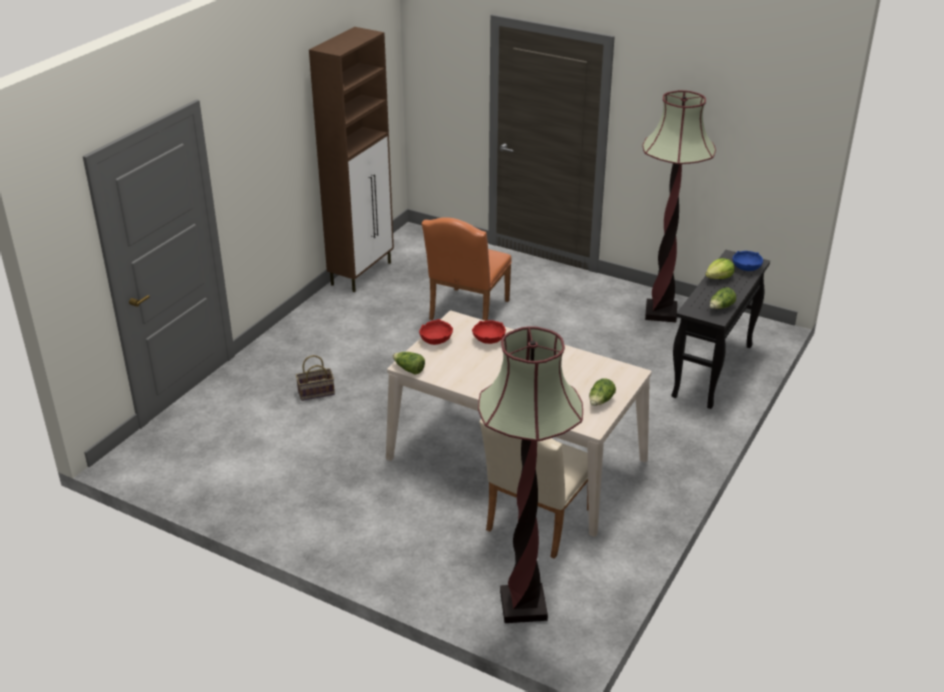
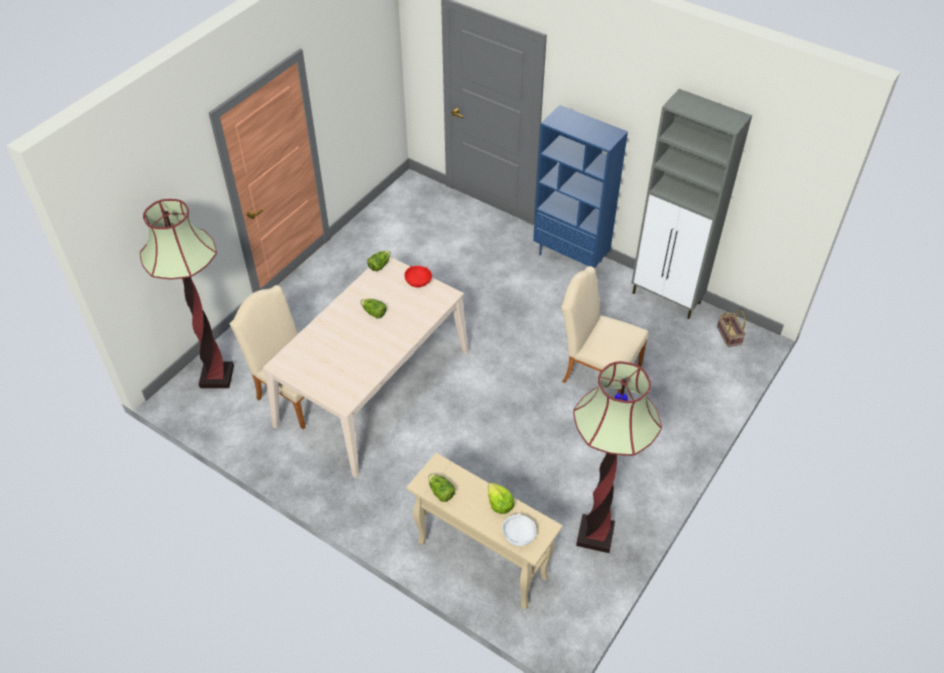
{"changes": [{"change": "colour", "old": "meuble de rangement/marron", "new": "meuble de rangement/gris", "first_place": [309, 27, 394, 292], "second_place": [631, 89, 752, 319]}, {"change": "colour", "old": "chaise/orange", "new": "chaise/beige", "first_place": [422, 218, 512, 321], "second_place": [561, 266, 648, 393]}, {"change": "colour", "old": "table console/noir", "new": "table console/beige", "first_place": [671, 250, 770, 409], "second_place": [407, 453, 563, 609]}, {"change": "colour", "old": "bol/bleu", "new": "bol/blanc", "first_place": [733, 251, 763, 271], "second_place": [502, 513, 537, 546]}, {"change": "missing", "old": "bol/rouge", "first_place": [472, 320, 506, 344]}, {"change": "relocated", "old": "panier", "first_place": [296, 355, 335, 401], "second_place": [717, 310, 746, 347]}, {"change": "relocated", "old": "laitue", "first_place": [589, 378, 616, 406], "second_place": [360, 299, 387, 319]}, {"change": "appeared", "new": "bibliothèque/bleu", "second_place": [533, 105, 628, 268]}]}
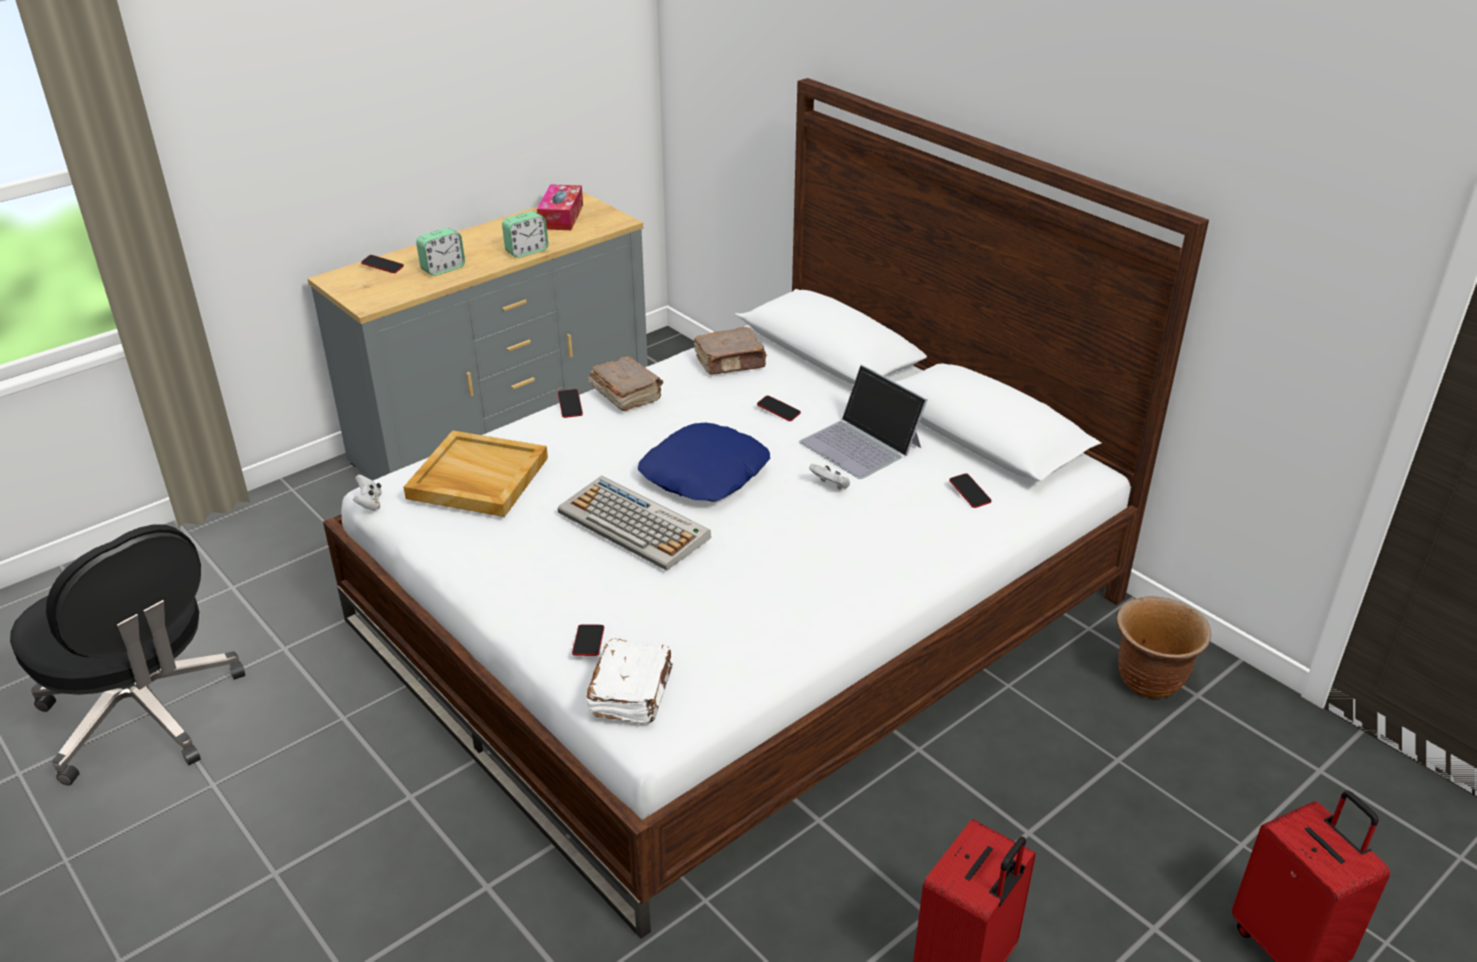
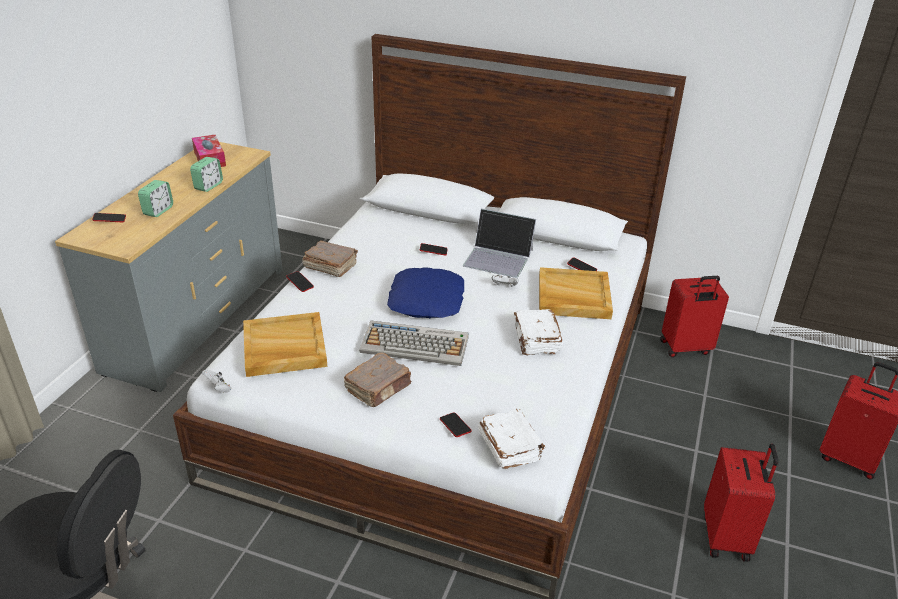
{"changes": [{"change": "relocated", "old": "livre/marron", "first_place": [694, 327, 767, 375], "second_place": [344, 353, 411, 407]}, {"change": "exchanged", "old": "cache-pot/marron", "new": "valise/rouge", "first_place": [1117, 596, 1211, 698], "second_place": [660, 276, 729, 357]}, {"change": "appeared", "new": "plateau/beige", "second_place": [539, 267, 613, 319]}, {"change": "appeared", "new": "livre/blanc", "second_place": [514, 309, 563, 355]}]}
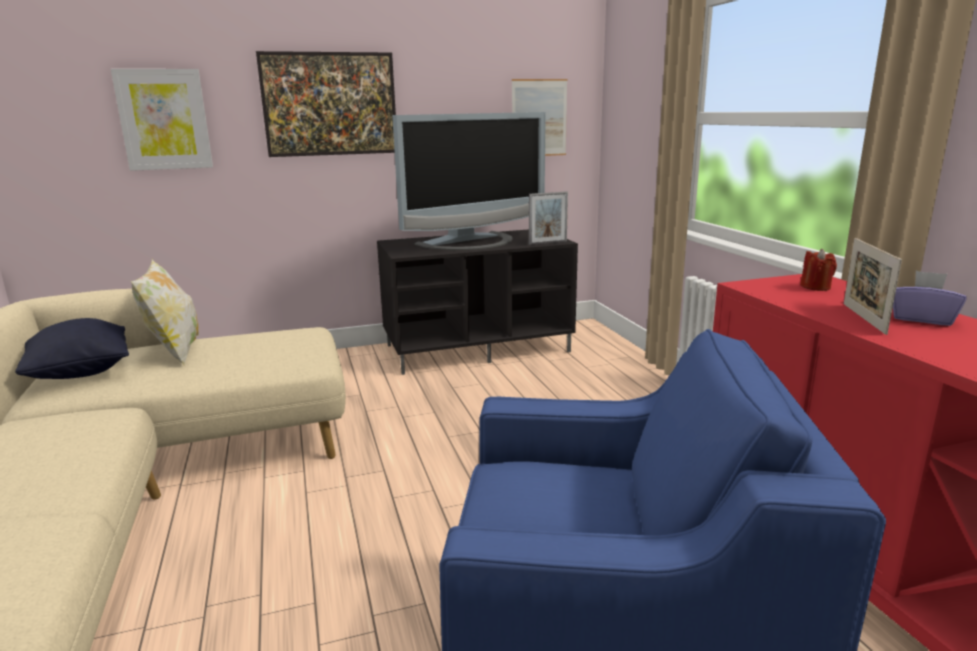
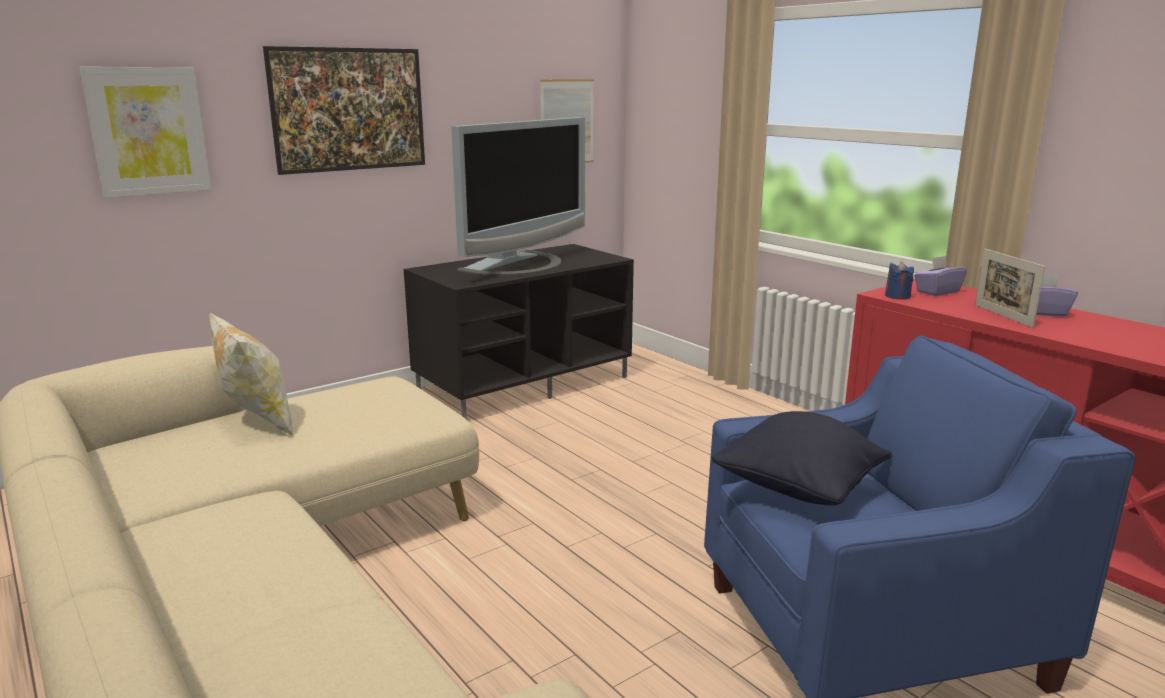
{"changes": [{"change": "missing", "old": "cadre photo", "first_place": [529, 191, 568, 245]}, {"change": "exchanged", "old": "bougie/rouge", "new": "boîte à mouchoirs/violet", "first_place": [800, 249, 837, 291], "second_place": [914, 256, 967, 296]}, {"change": "relocated", "old": "coussin/noir", "first_place": [15, 318, 129, 379], "second_place": [711, 411, 892, 505]}, {"change": "appeared", "new": "bougie/bleu", "second_place": [885, 262, 914, 300]}]}
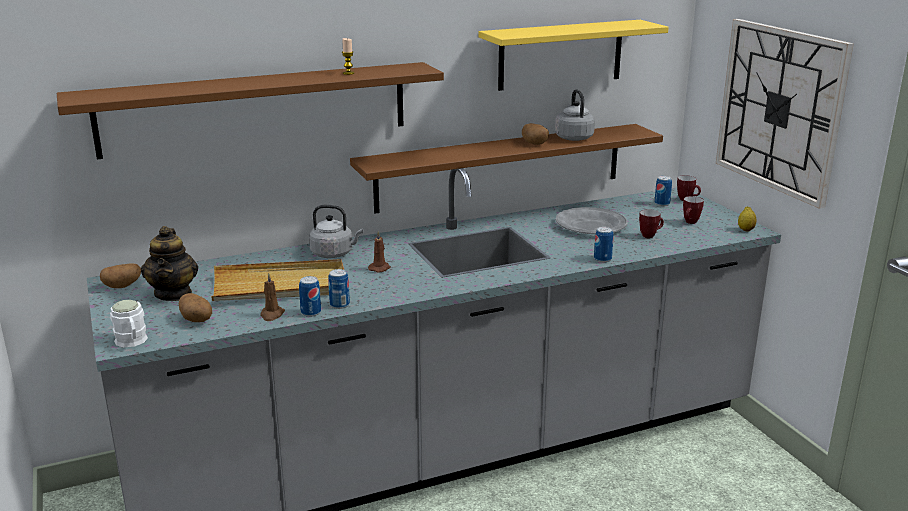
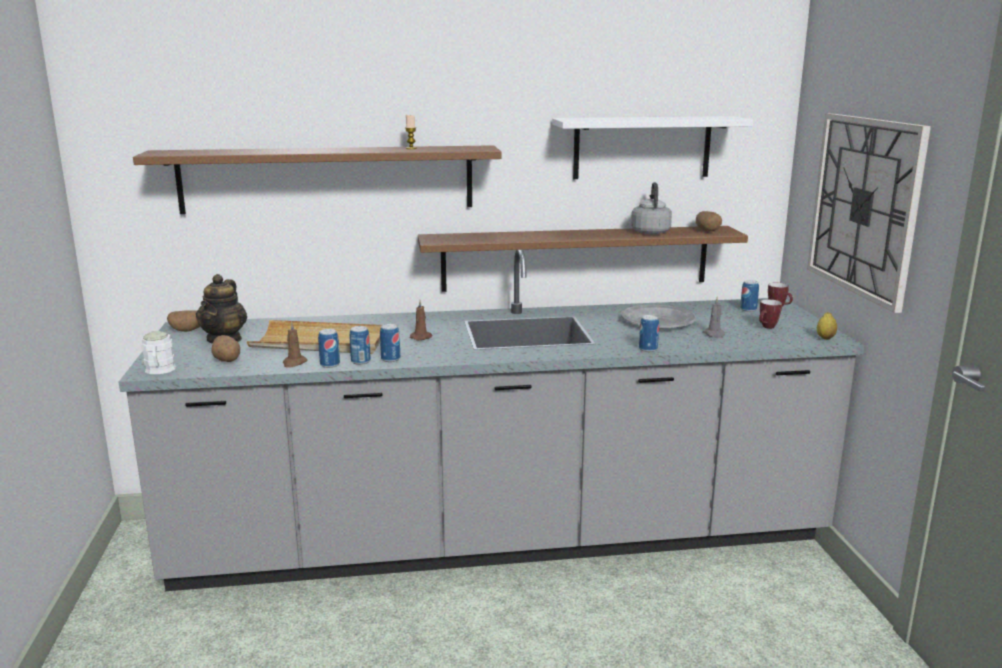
{"changes": [{"change": "colour", "old": "étagère/jaune", "new": "étagère/blanc", "first_place": [479, 20, 669, 91], "second_place": [552, 116, 753, 179]}, {"change": "relocated", "old": "pomme de terre", "first_place": [522, 123, 549, 145], "second_place": [696, 211, 722, 232]}, {"change": "missing", "old": "bouilloire/gris", "first_place": [309, 205, 363, 258]}, {"change": "exchanged", "old": "mug", "new": "bougie/gris", "first_place": [639, 210, 664, 238], "second_place": [703, 297, 725, 338]}, {"change": "appeared", "new": "boîte métallique", "second_place": [380, 324, 400, 362]}]}
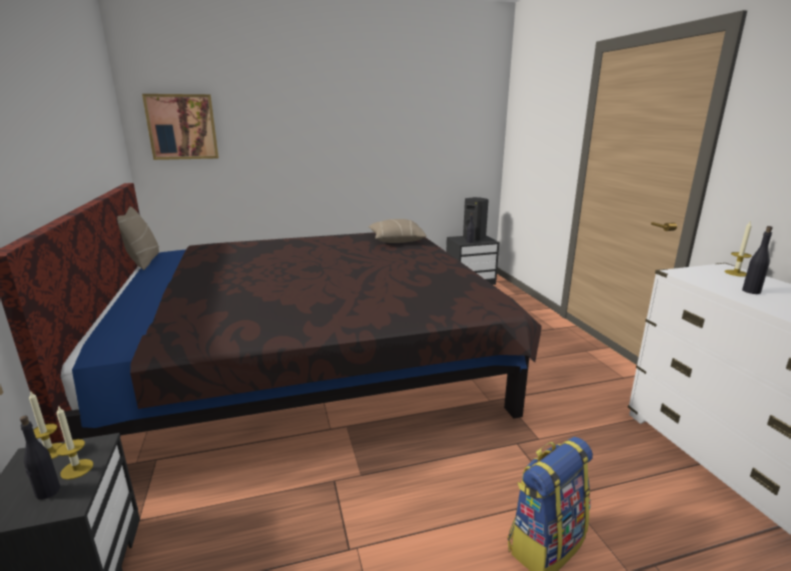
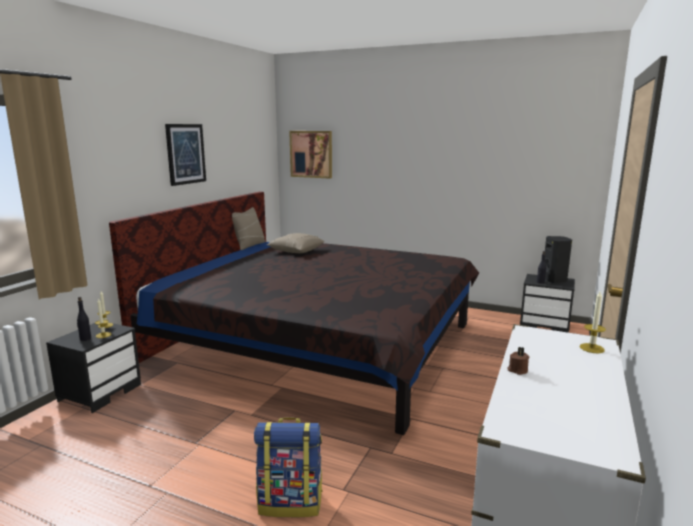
{"changes": [{"change": "relocated", "old": "coussin/beige", "first_place": [369, 219, 426, 243], "second_place": [267, 233, 325, 253]}, {"change": "missing", "old": "bouteille/noir", "first_place": [742, 226, 773, 294]}, {"change": "appeared", "new": "tableau", "second_place": [165, 124, 206, 186]}, {"change": "appeared", "new": "bougie/marron", "second_place": [507, 347, 530, 375]}]}
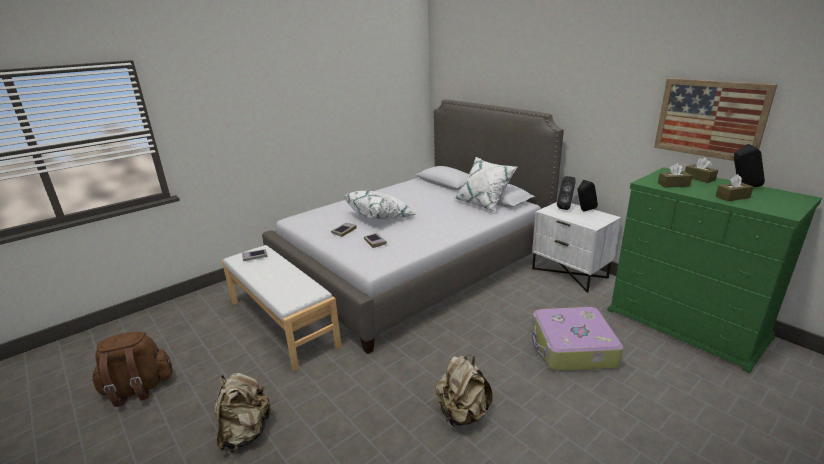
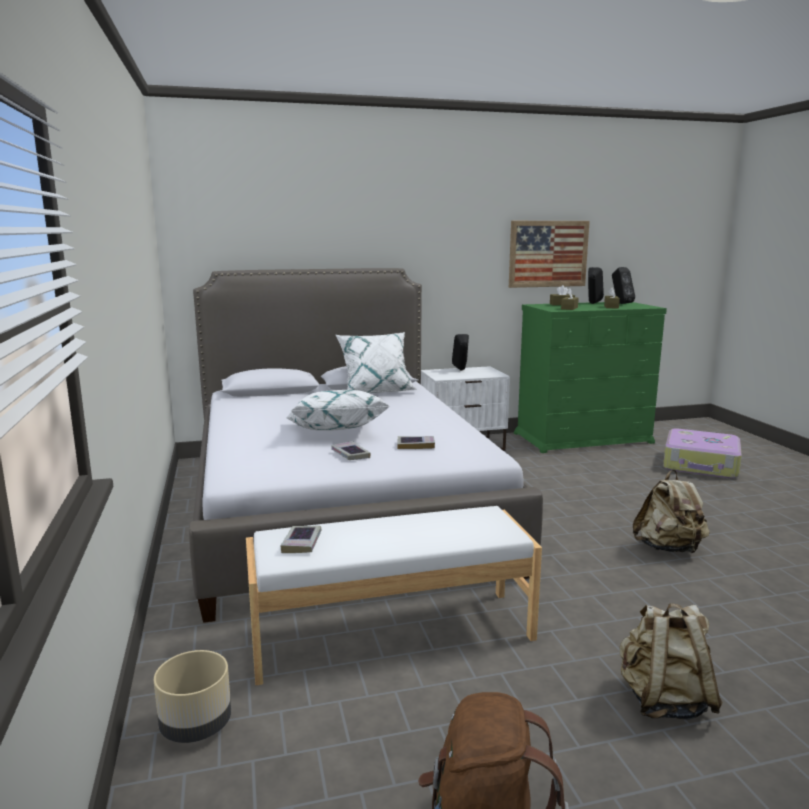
{"changes": [{"change": "relocated", "old": "enceinte/noir", "first_place": [557, 176, 576, 210], "second_place": [612, 267, 635, 304]}, {"change": "relocated", "old": "valise", "first_place": [532, 307, 623, 371], "second_place": [663, 428, 742, 479]}, {"change": "appeared", "new": "cache-pot/beige", "second_place": [154, 650, 231, 743]}]}
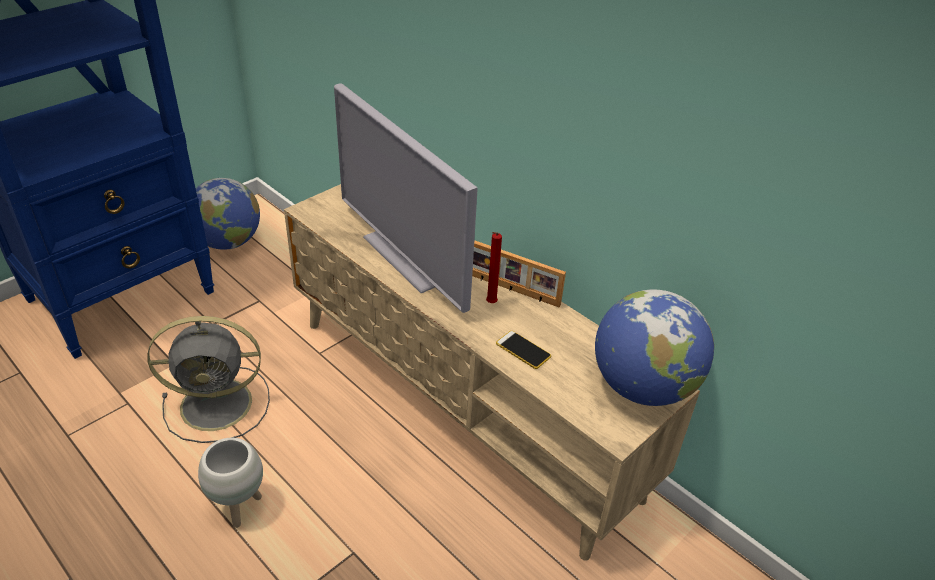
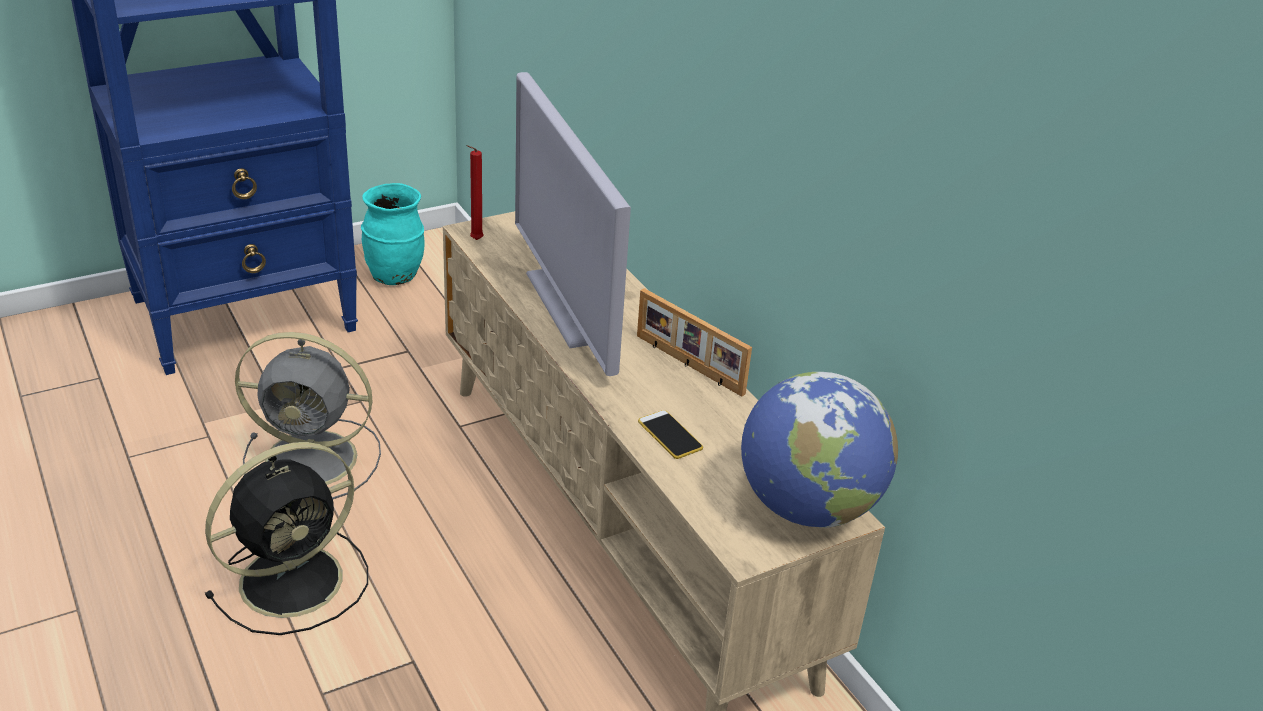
{"changes": [{"change": "exchanged", "old": "globe", "new": "vase/turquoise", "first_place": [196, 178, 260, 250], "second_place": [361, 183, 424, 285]}, {"change": "relocated", "old": "bougie/rouge", "first_place": [486, 232, 502, 303], "second_place": [466, 145, 483, 240]}, {"change": "exchanged", "old": "cache-pot/blanc", "new": "ventilateur/noir", "first_place": [198, 438, 263, 528], "second_place": [205, 442, 368, 635]}]}
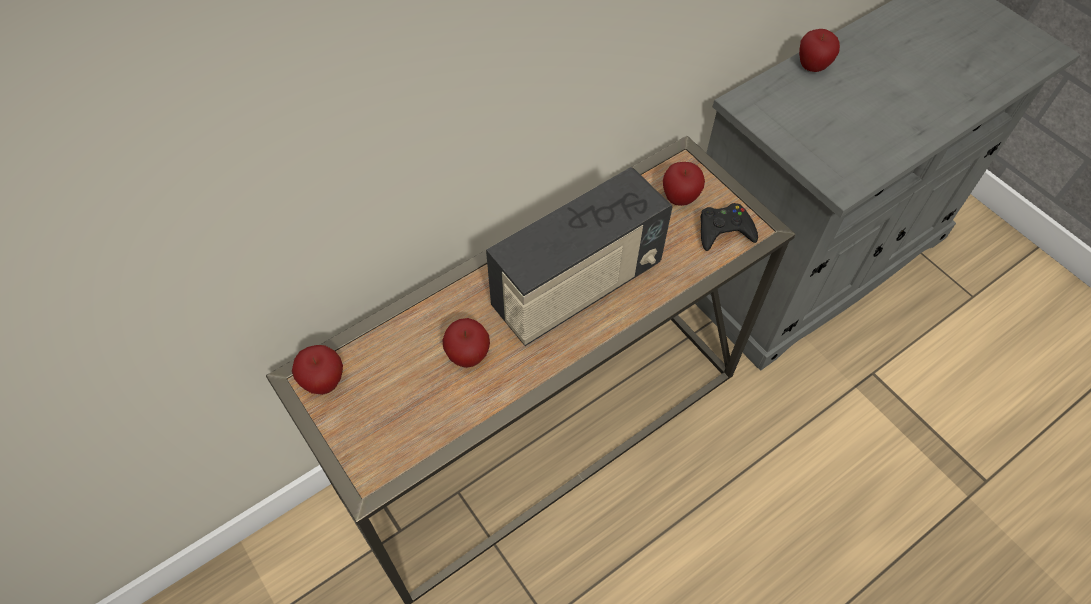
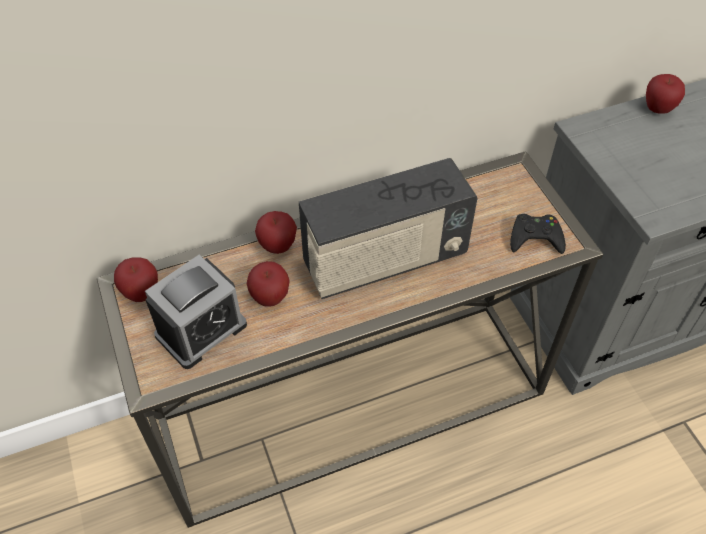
{"changes": [{"change": "relocated", "old": "pomme", "first_place": [663, 162, 705, 206], "second_place": [255, 211, 297, 254]}, {"change": "appeared", "new": "réveil", "second_place": [145, 255, 247, 369]}]}
